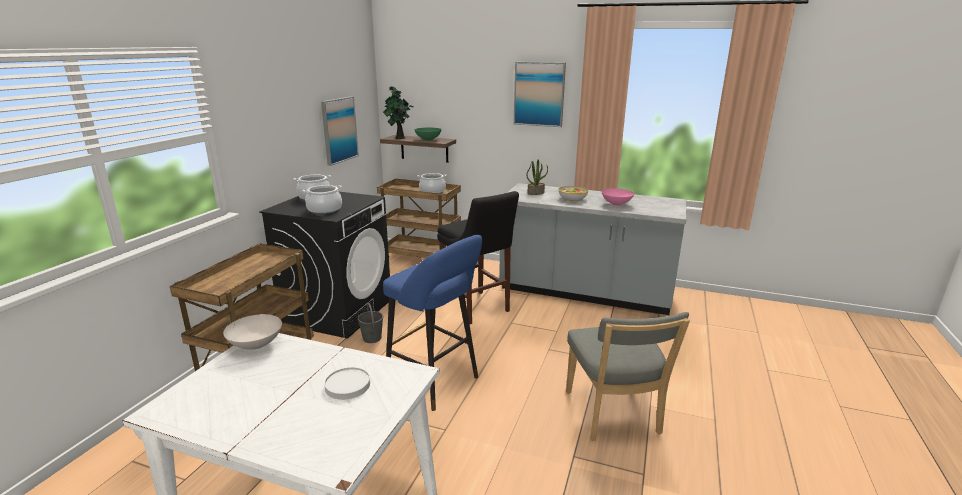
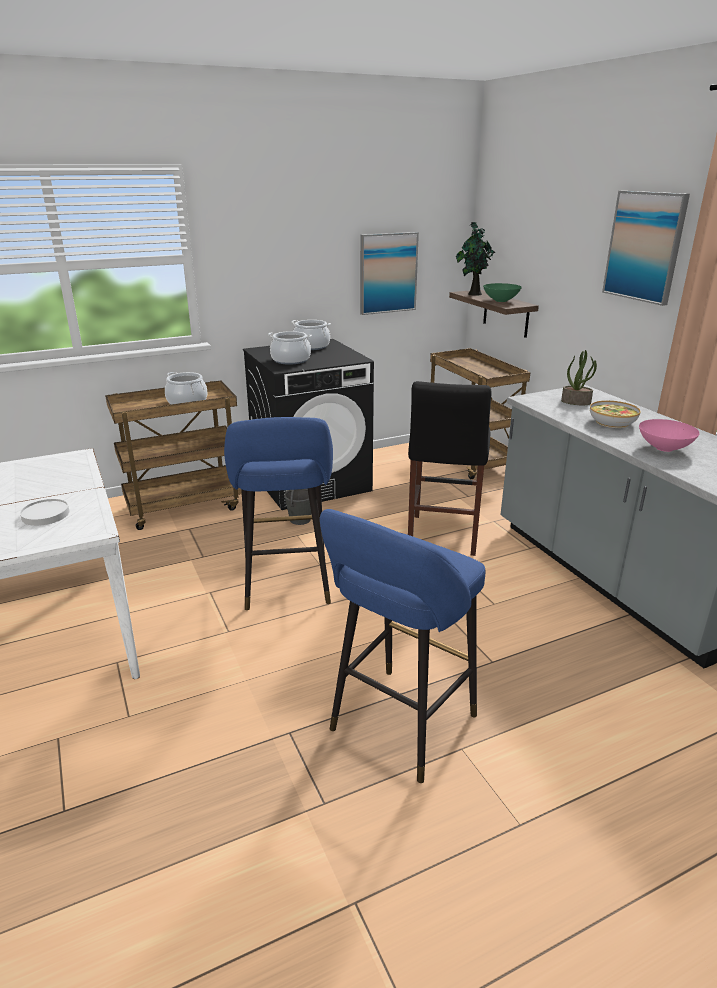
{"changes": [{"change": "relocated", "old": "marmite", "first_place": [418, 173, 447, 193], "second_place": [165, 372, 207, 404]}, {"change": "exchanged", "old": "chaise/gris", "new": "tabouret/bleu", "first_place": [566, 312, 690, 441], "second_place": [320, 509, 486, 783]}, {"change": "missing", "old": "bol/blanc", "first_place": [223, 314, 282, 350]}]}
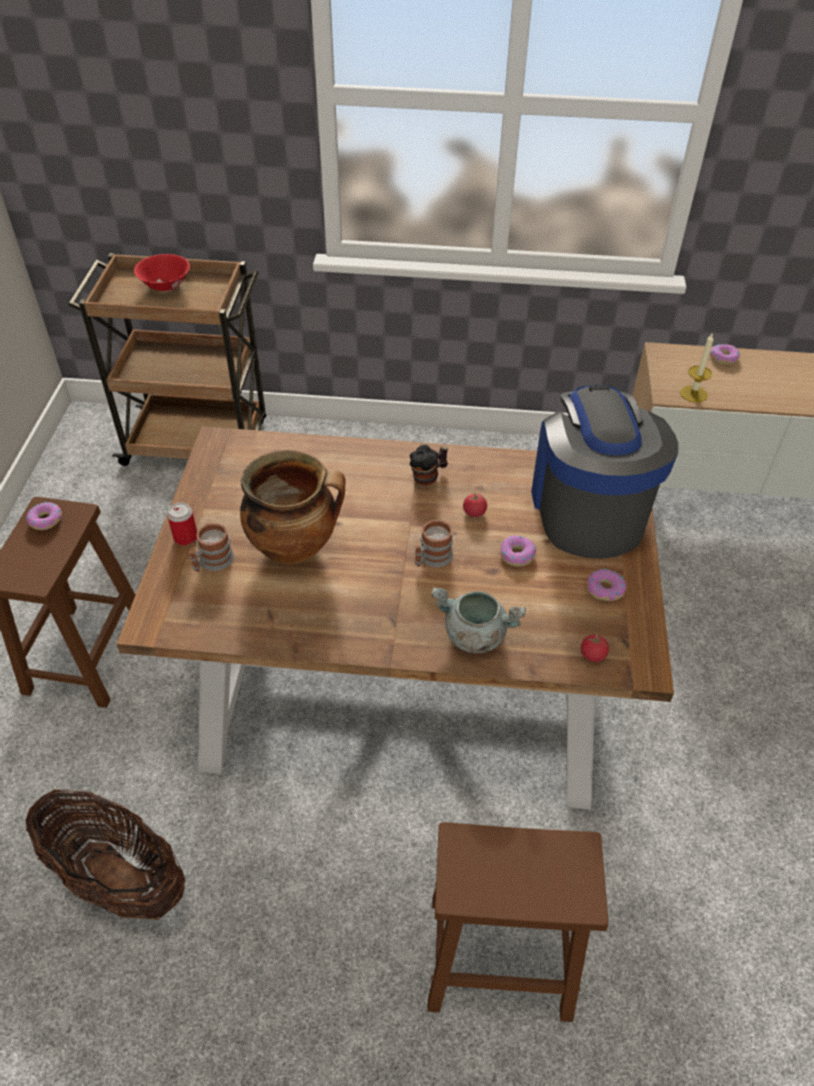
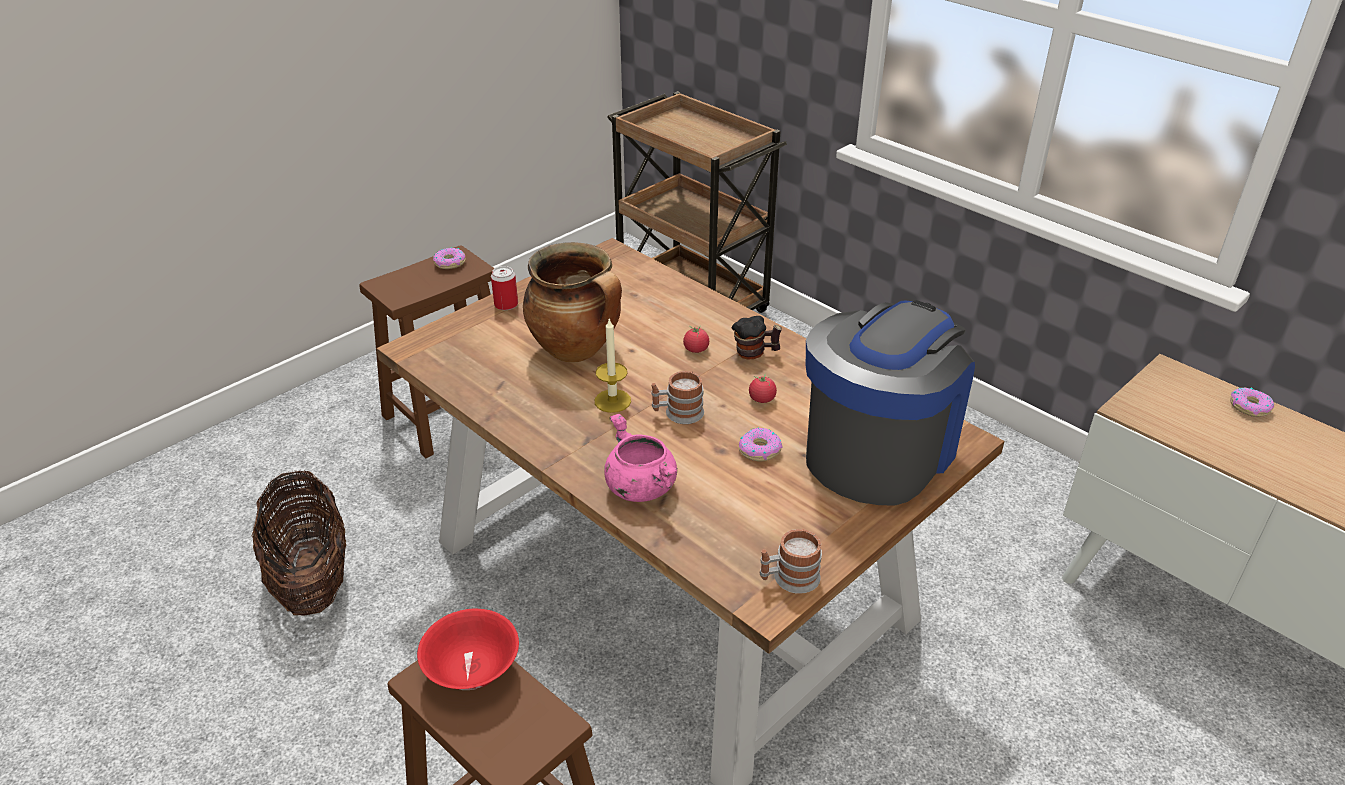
{"changes": [{"change": "relocated", "old": "bol/rouge", "first_place": [134, 254, 190, 292], "second_place": [417, 609, 519, 690]}, {"change": "relocated", "old": "bougie", "first_place": [680, 334, 714, 403], "second_place": [595, 318, 631, 413]}, {"change": "relocated", "old": "mug", "first_place": [189, 523, 234, 572], "second_place": [760, 529, 822, 594]}, {"change": "missing", "old": "beignet", "first_place": [587, 569, 626, 601]}, {"change": "colour", "old": "marmite/gris", "new": "marmite/rose", "first_place": [431, 587, 526, 653], "second_place": [604, 414, 677, 502]}, {"change": "relocated", "old": "tomate", "first_place": [581, 633, 609, 662], "second_place": [683, 326, 709, 353]}]}
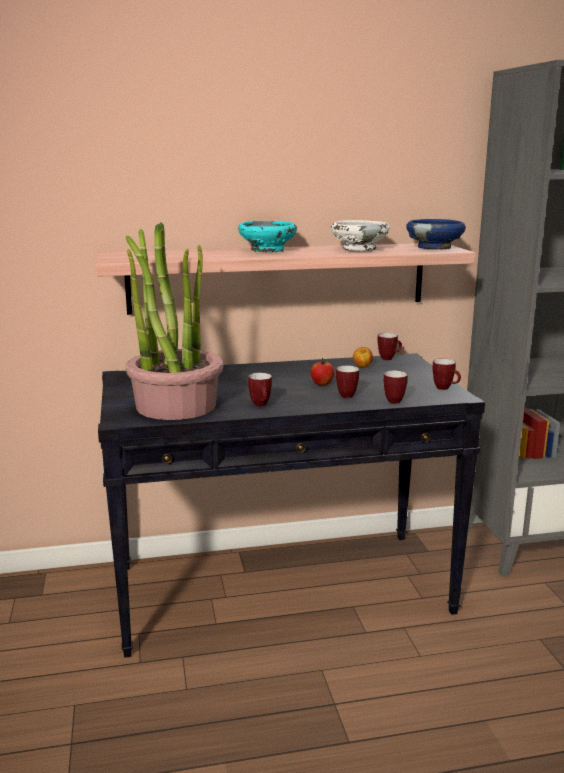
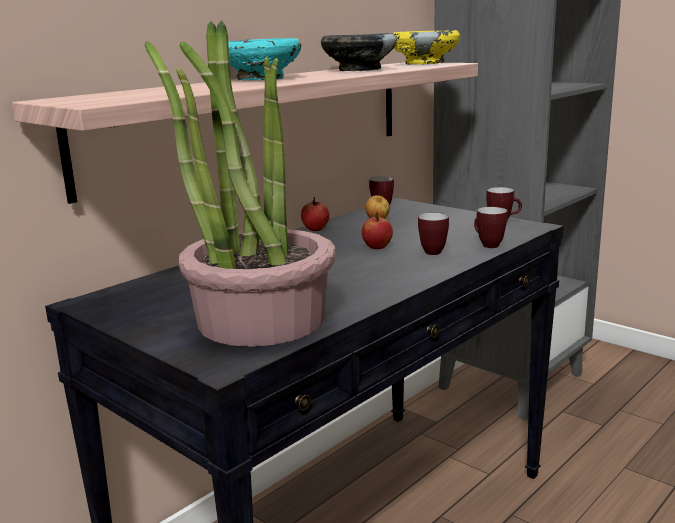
{"changes": [{"change": "colour", "old": "bol/bleu", "new": "bol/jaune", "first_place": [406, 219, 466, 250], "second_place": [393, 30, 460, 65]}, {"change": "colour", "old": "bol/blanc", "new": "bol/noir", "first_place": [331, 220, 390, 251], "second_place": [321, 33, 397, 71]}, {"change": "missing", "old": "mug", "first_place": [248, 373, 272, 406]}, {"change": "appeared", "new": "pomme", "second_place": [301, 197, 329, 231]}]}
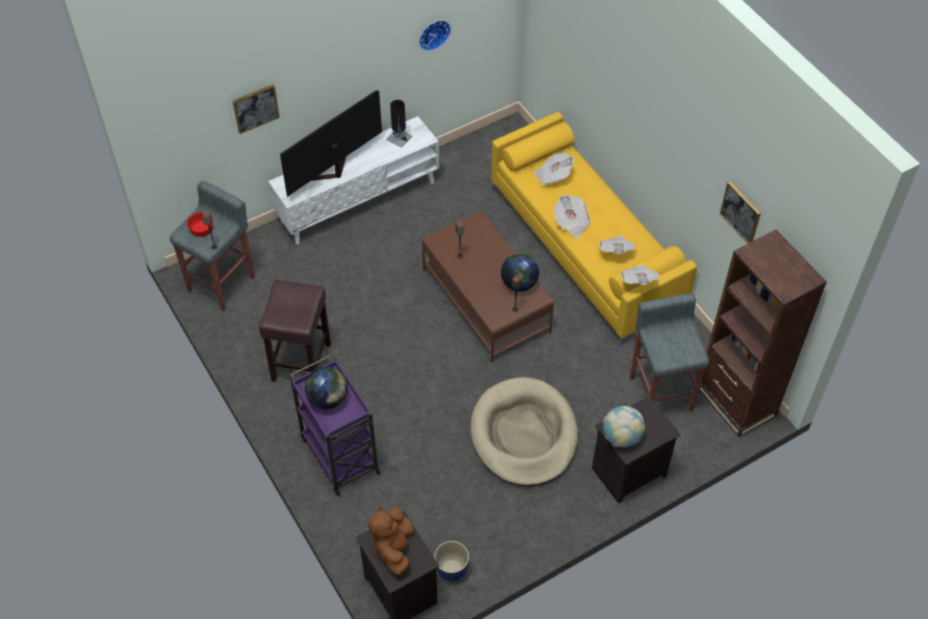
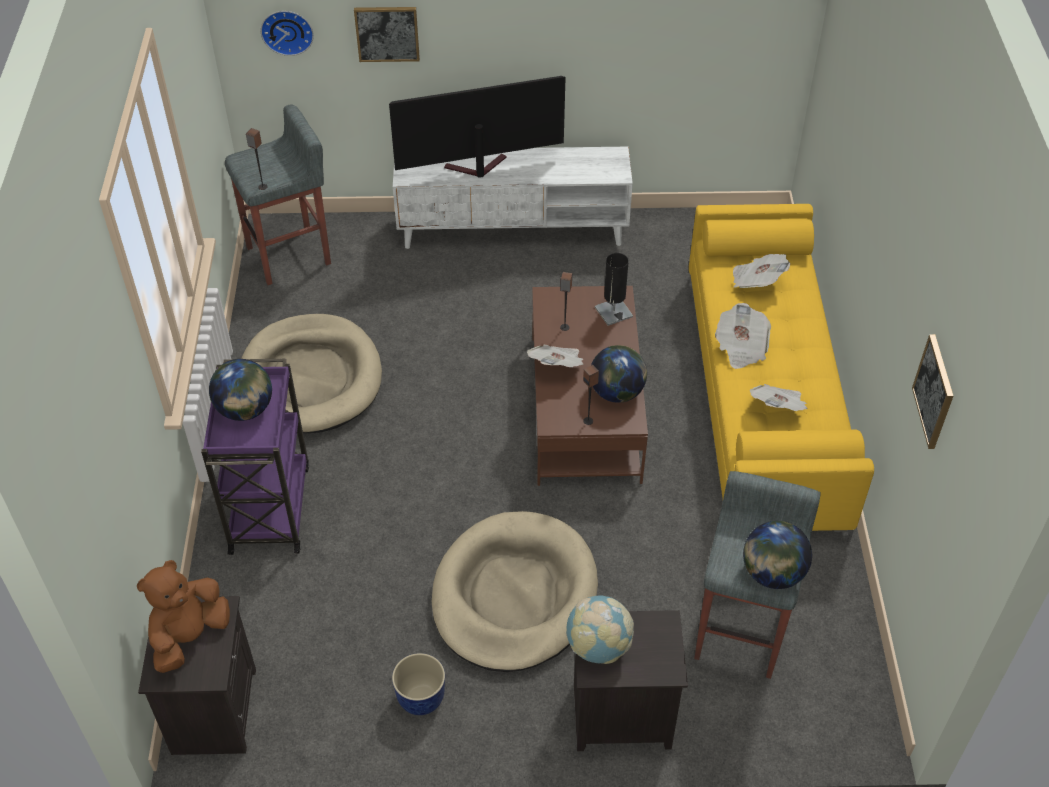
{"changes": [{"change": "relocated", "old": "horloge murale", "first_place": [419, 20, 451, 51], "second_place": [261, 11, 314, 56]}, {"change": "relocated", "old": "lampe de table/noir", "first_place": [386, 100, 412, 147], "second_place": [595, 253, 633, 326]}, {"change": "missing", "old": "bol/rouge", "first_place": [187, 212, 213, 237]}, {"change": "missing", "old": "bibliothèque/marron", "first_place": [699, 230, 827, 437]}, {"change": "relocated", "old": "journal", "first_place": [621, 265, 659, 285], "second_place": [527, 344, 584, 367]}, {"change": "exchanged", "old": "tabouret/marron", "new": "panier pour chien/beige", "first_place": [259, 280, 331, 382], "second_place": [241, 314, 382, 433]}, {"change": "relocated", "old": "cache-pot", "first_place": [434, 541, 469, 581], "second_place": [392, 653, 445, 715]}, {"change": "appeared", "new": "globe", "second_place": [743, 521, 812, 589]}]}
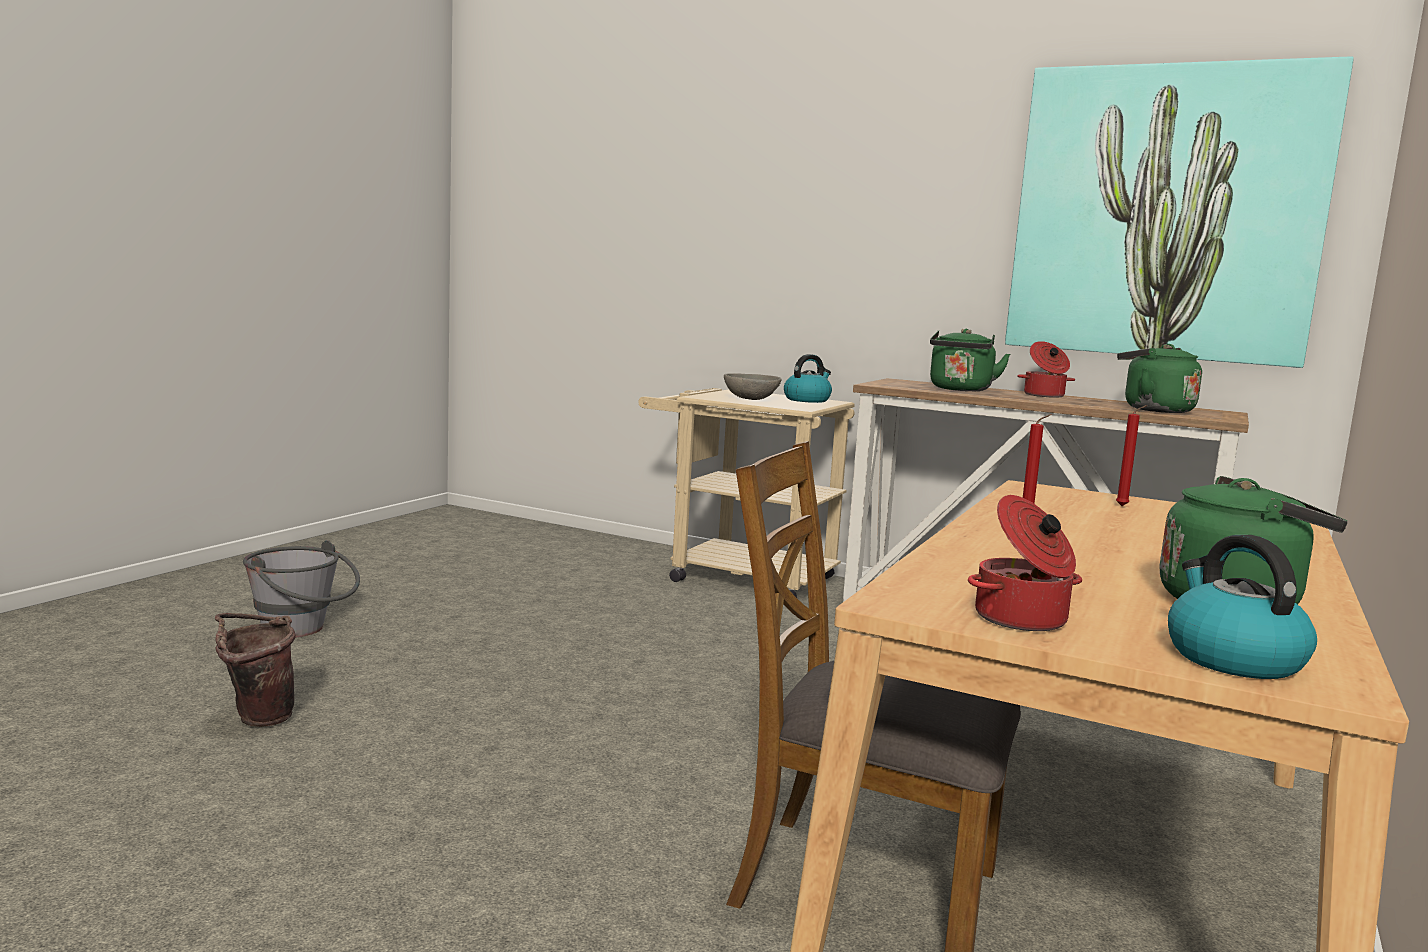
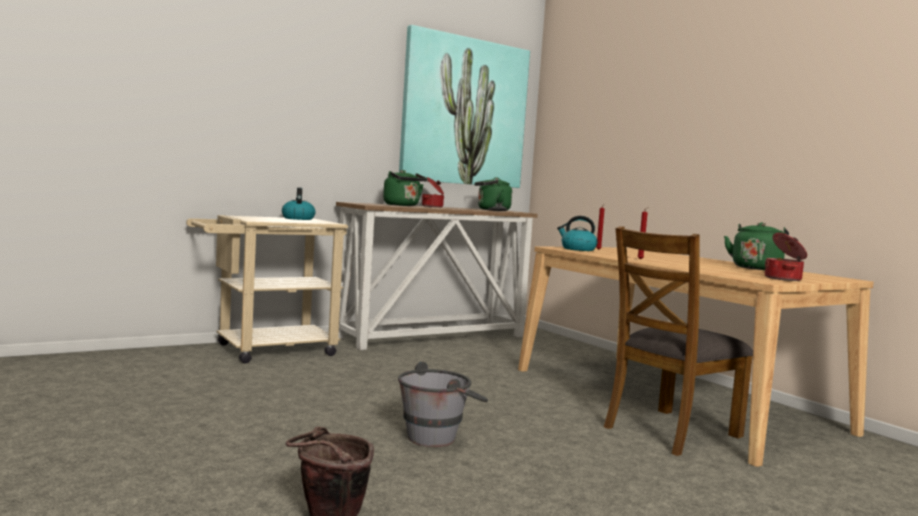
{"changes": [{"change": "missing", "old": "bol/gris", "first_place": [724, 373, 782, 400]}, {"change": "relocated", "old": "bouilloire", "first_place": [1168, 535, 1317, 679], "second_place": [557, 216, 598, 251]}, {"change": "relocated", "old": "seau/gris", "first_place": [243, 540, 360, 638], "second_place": [398, 362, 488, 447]}]}
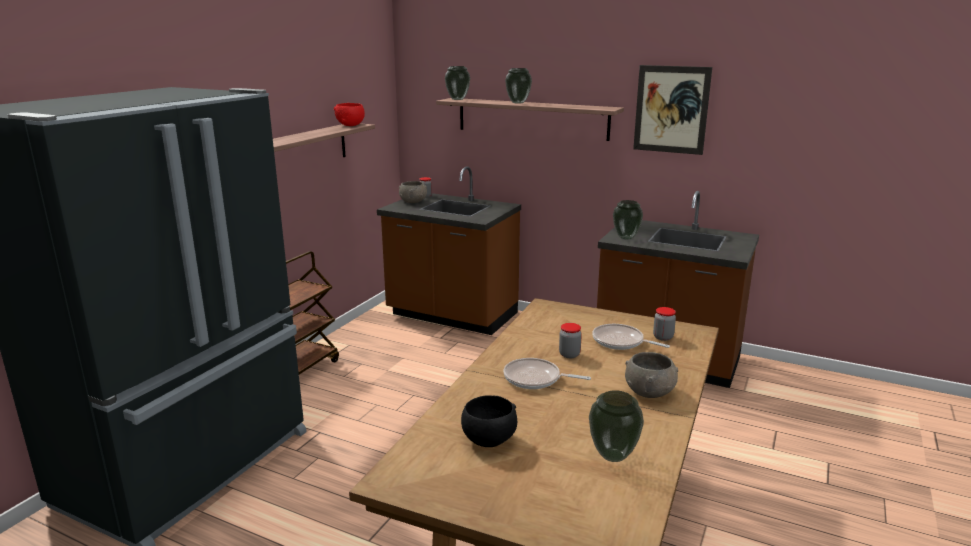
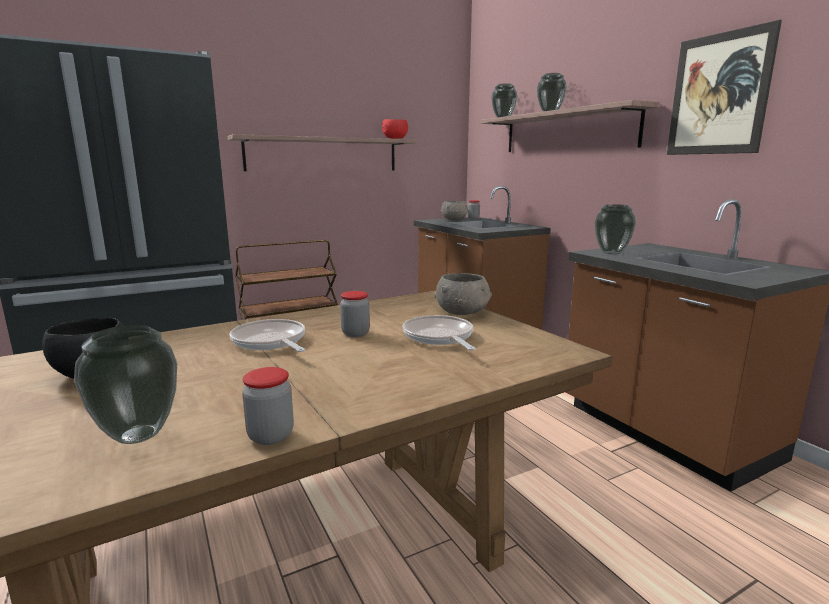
{"changes": [{"change": "relocated", "old": "bocal", "first_place": [653, 307, 676, 341], "second_place": [242, 367, 294, 445]}, {"change": "relocated", "old": "bol/gris", "first_place": [625, 352, 678, 398], "second_place": [435, 273, 492, 315]}]}
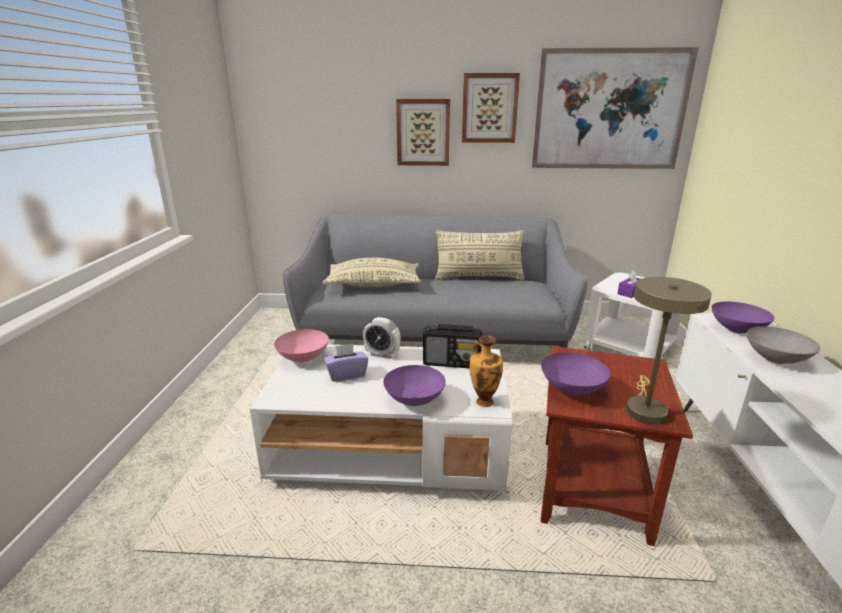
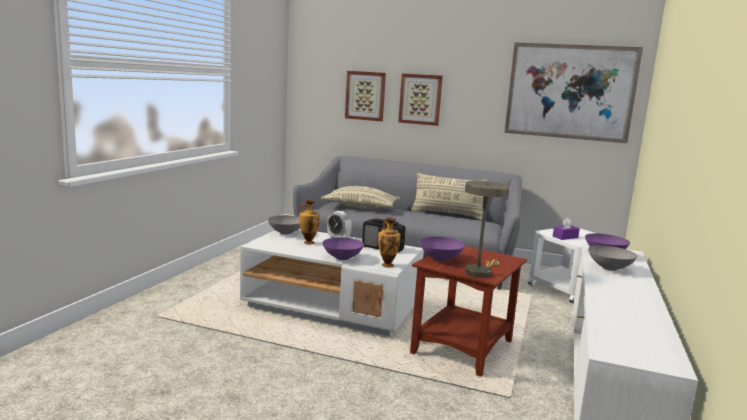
{"changes": [{"change": "relocated", "old": "tableau", "first_place": [462, 73, 520, 143], "second_place": [345, 71, 386, 121]}, {"change": "colour", "old": "bol/rose", "new": "bol/gris", "first_place": [274, 329, 329, 363], "second_place": [268, 215, 300, 235]}, {"change": "exchanged", "old": "boîte à mouchoirs/violet", "new": "vase", "first_place": [324, 344, 368, 381], "second_place": [299, 199, 319, 245]}]}
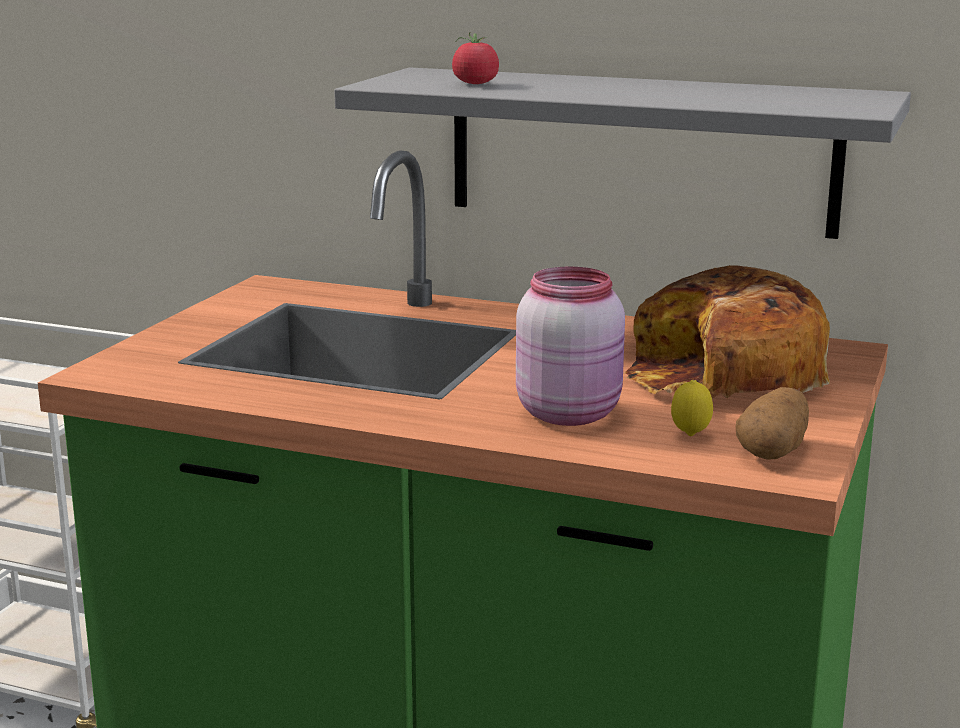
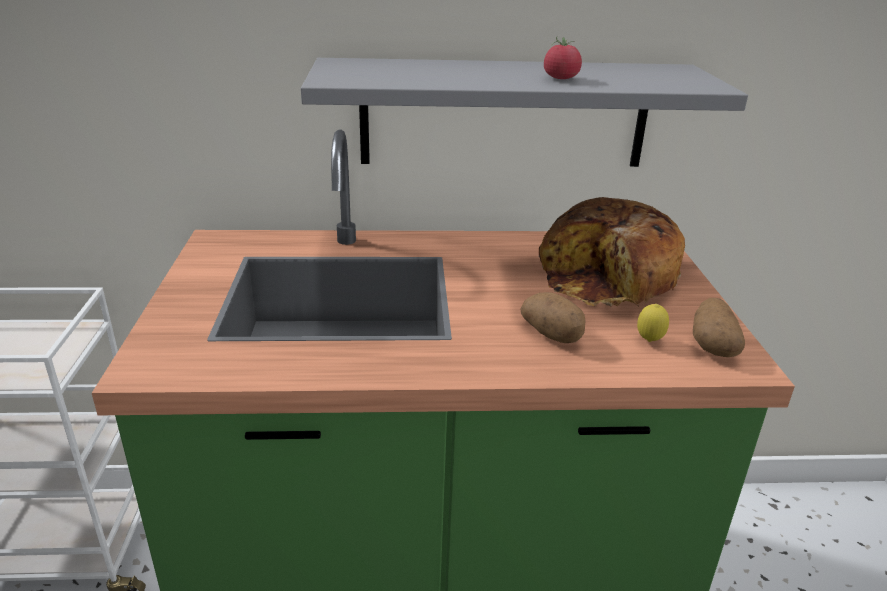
{"changes": [{"change": "relocated", "old": "tomate", "first_place": [452, 32, 499, 84], "second_place": [544, 36, 582, 79]}, {"change": "exchanged", "old": "bocal/rose", "new": "pomme de terre", "first_place": [516, 266, 625, 426], "second_place": [521, 292, 586, 343]}]}
